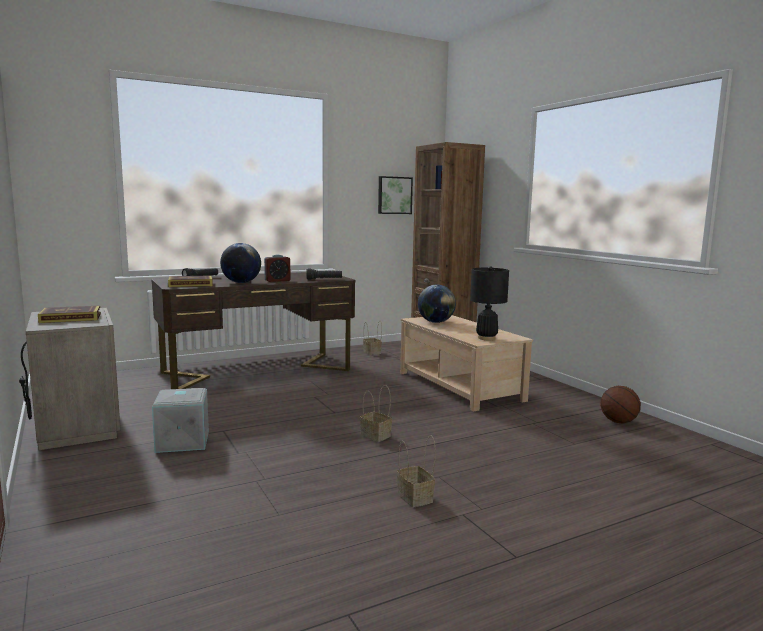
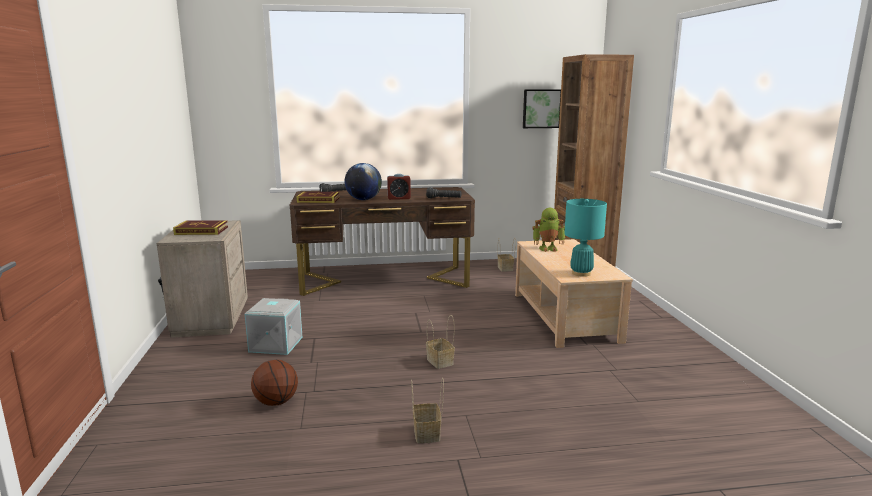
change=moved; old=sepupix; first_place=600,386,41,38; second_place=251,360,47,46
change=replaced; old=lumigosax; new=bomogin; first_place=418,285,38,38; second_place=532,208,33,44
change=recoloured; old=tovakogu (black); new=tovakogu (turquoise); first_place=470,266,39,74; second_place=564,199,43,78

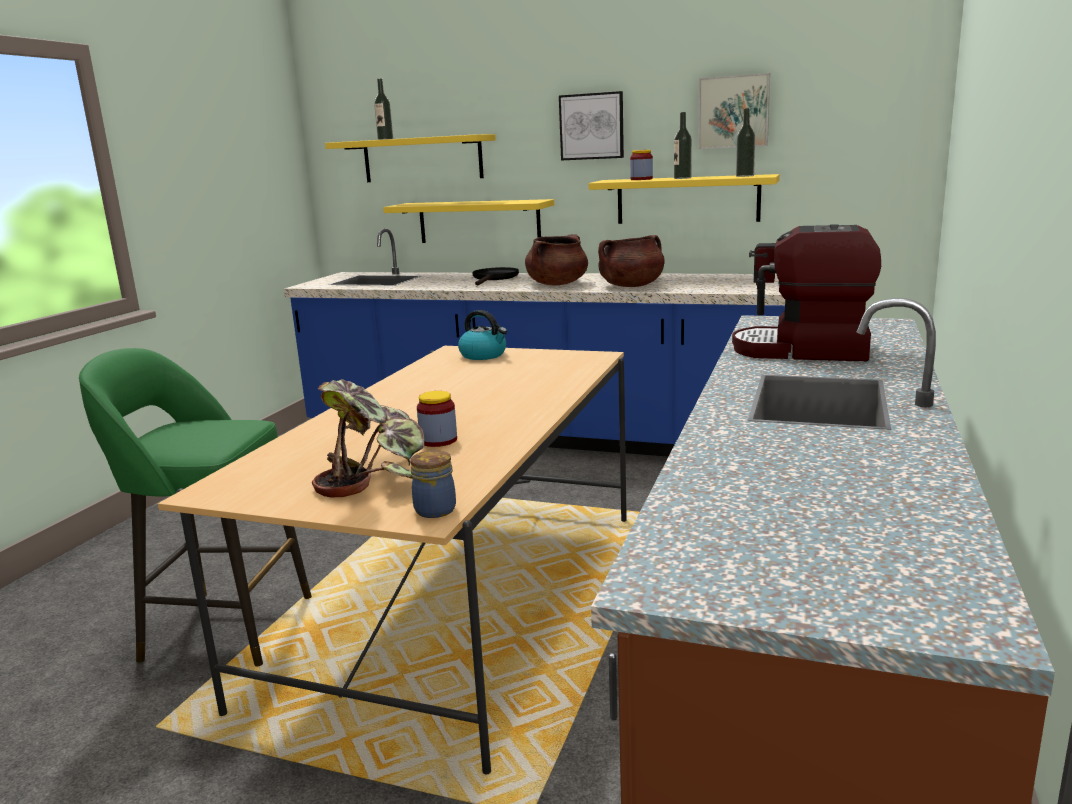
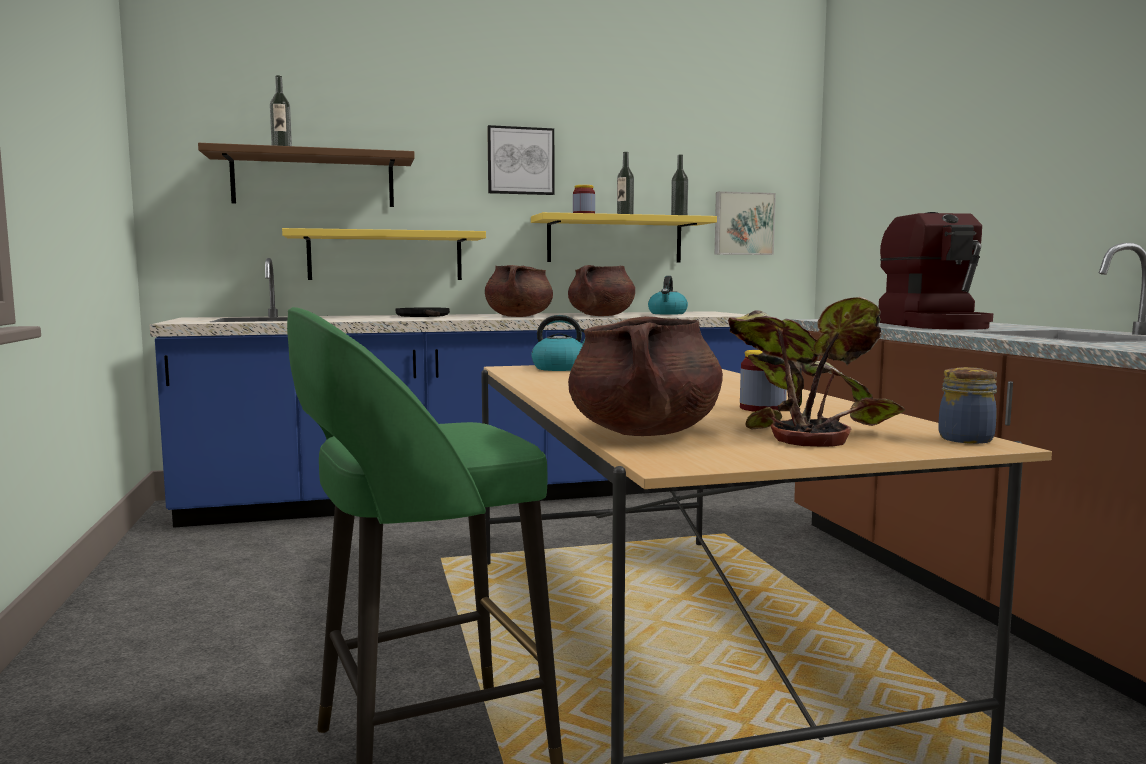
change=recoloured; old=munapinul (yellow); new=munapinul (brown); first_place=325,134,171,48; second_place=198,143,217,64
change=added; new=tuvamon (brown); second_place=568,316,155,120
change=added; new=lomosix; second_place=648,276,40,39
change=moved; old=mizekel; first_place=698,73,72,76; second_place=715,191,61,64
change=turned; old=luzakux; first_place=732,224,149,137; second_place=879,212,114,118; degrees=-75

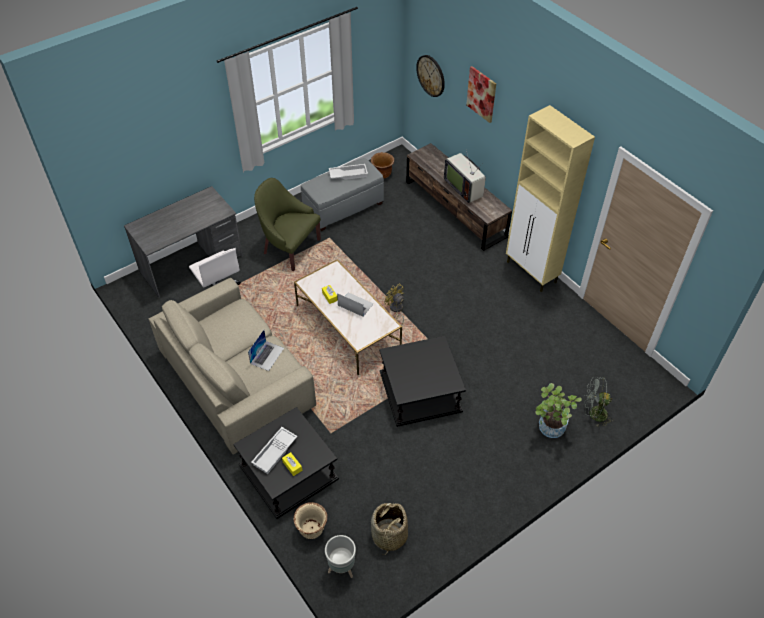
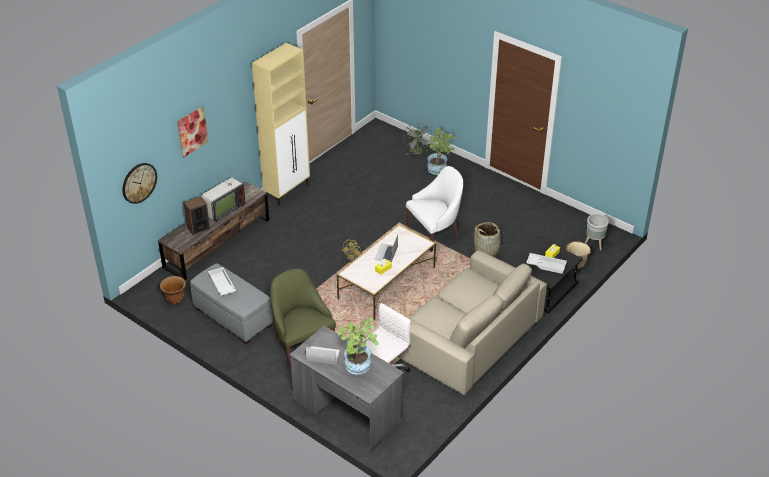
change=added; new=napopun; second_place=184,196,26,39
change=turned; old=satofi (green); first_place=254,178,67,93; second_place=271,268,65,98; degrees=135
change=moved; old=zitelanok; first_place=248,330,36,41; second_place=305,346,35,18
change=added; new=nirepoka; second_place=338,318,41,57
change=replaced; old=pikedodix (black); new=satofi (white); first_place=380,336,86,91; second_place=406,166,57,86
change=moved; old=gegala; first_place=371,503,37,49; second_place=473,222,31,34

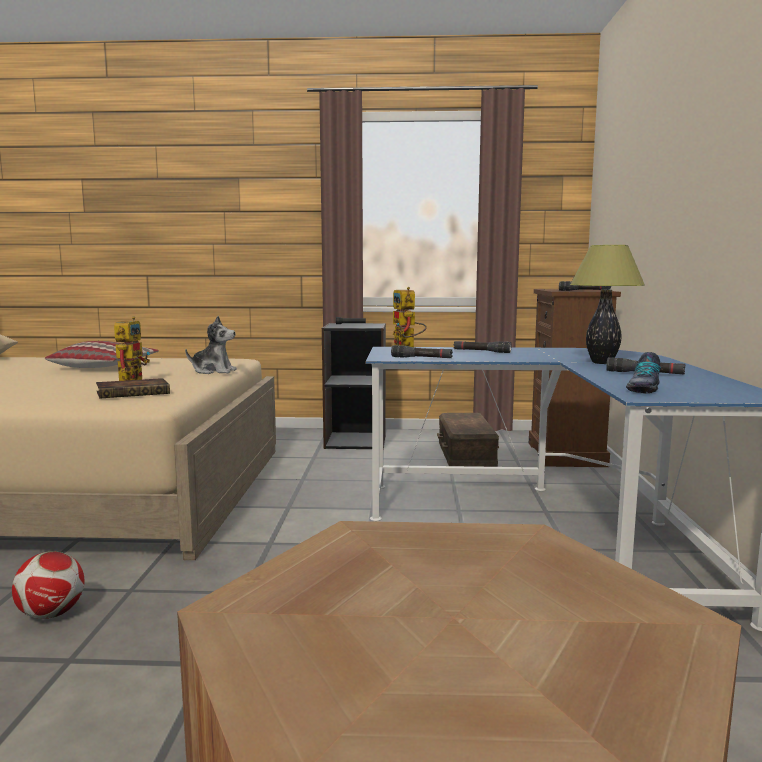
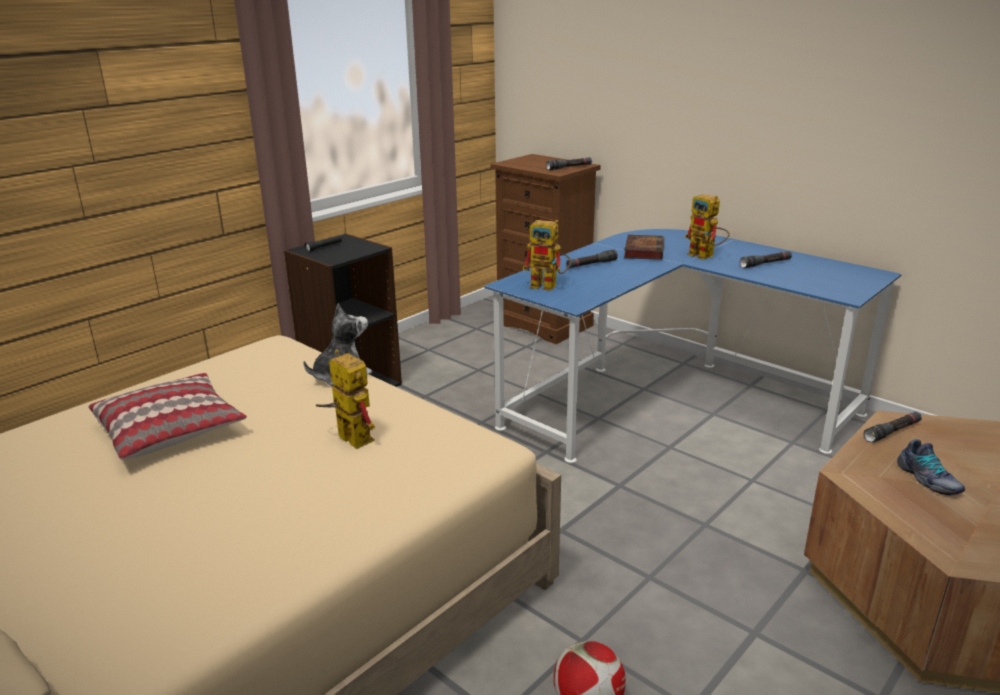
change=moved; old=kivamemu; first_place=96,378,74,21; second_place=624,235,40,25
change=replaced; old=tovakogu; new=bomogin; first_place=570,245,75,119; second_place=685,194,45,66
change=moved; old=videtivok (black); first_place=391,345,62,13; second_place=864,412,58,31
change=moved; old=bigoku; first_place=626,352,35,42; second_place=897,439,68,57
change=removed; old=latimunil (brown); first_place=437,413,62,54

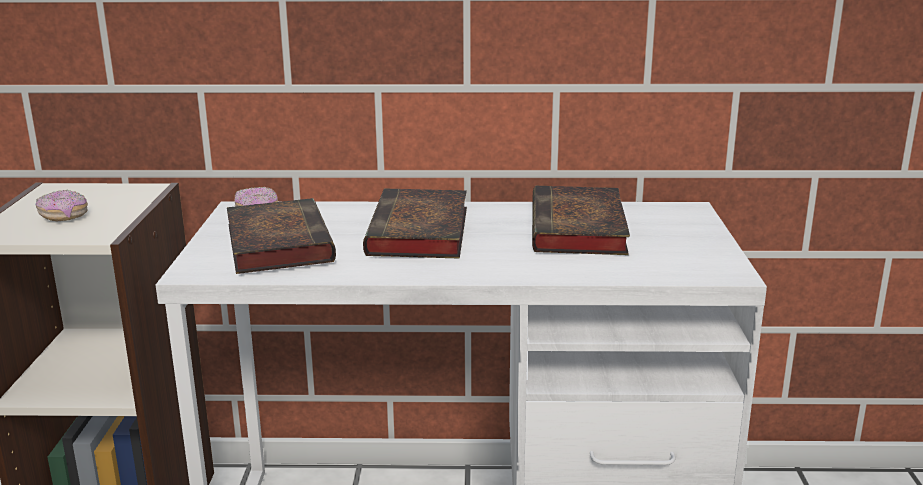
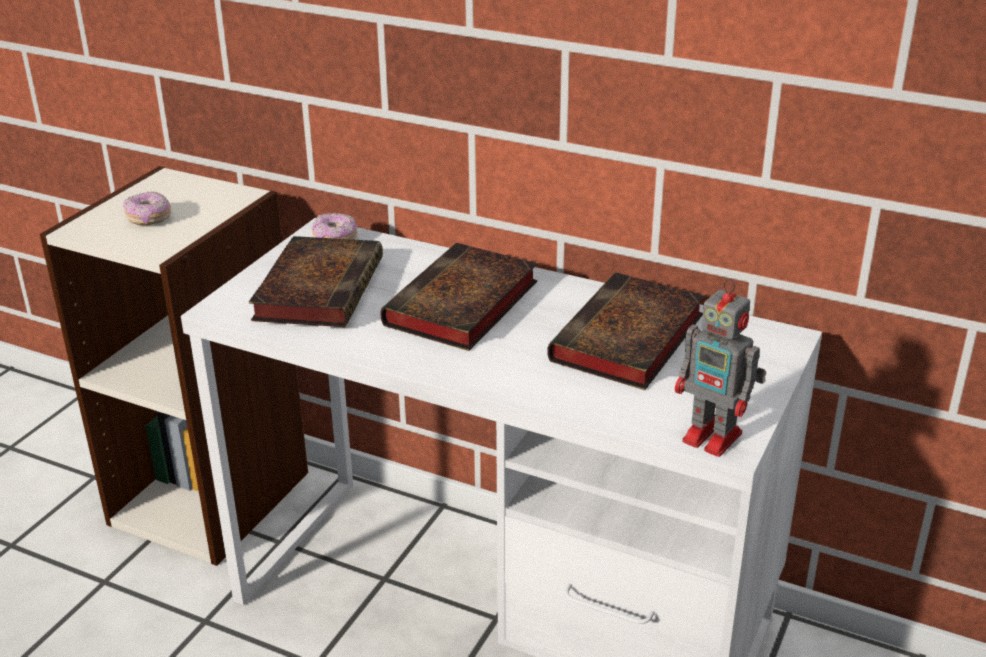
change=added; new=bomogin; second_place=675,278,91,179

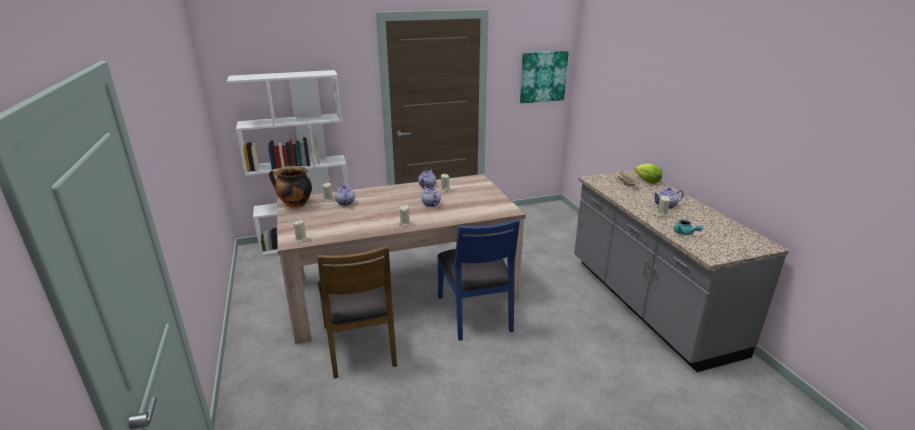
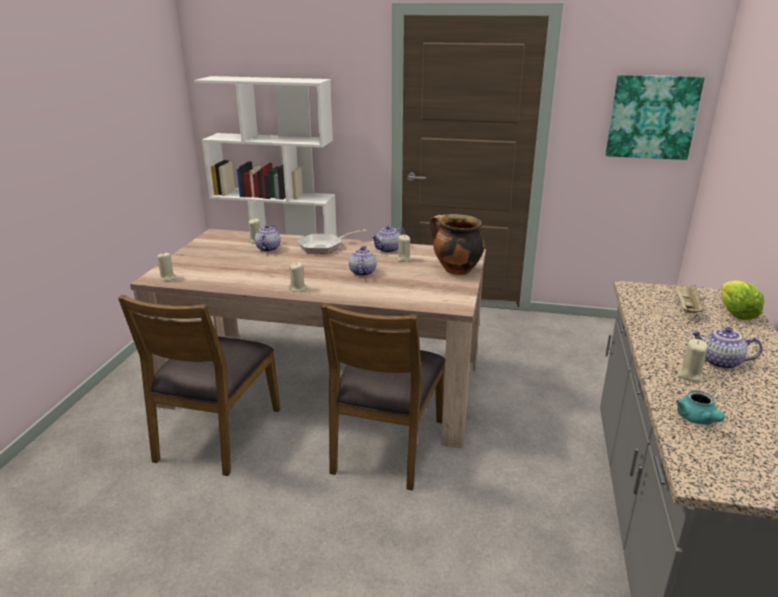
change=added; new=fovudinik; second_place=297,229,70,25
change=recoloured; old=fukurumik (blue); new=fukurumik (brown); first_place=437,219,83,122; second_place=321,303,124,187
change=moved; old=tuvamon; first_place=269,166,43,42; second_place=430,214,55,61

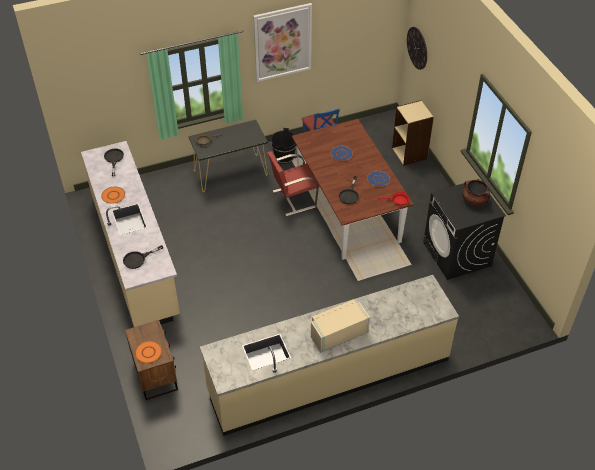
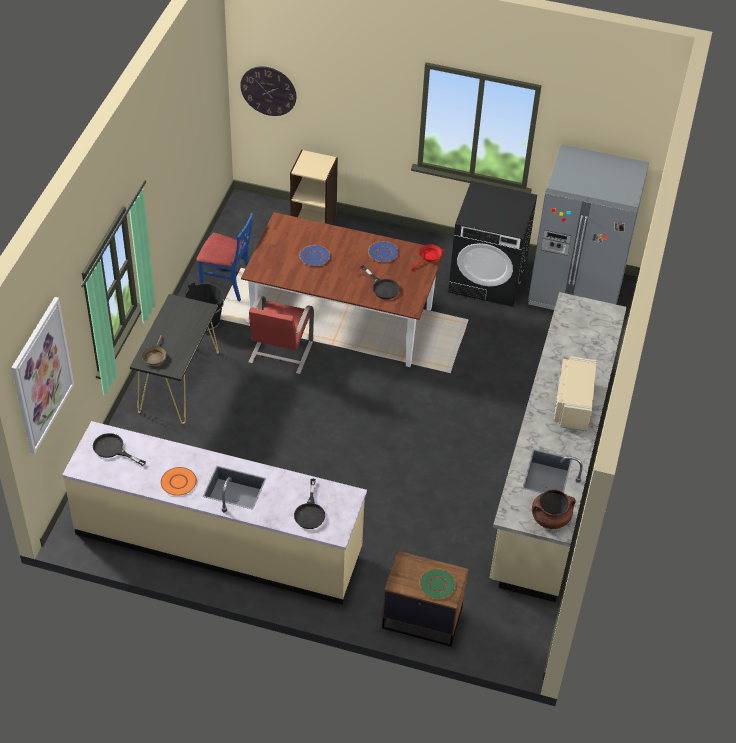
change=moved; old=mizekel; first_place=253,3,59,79; second_place=11,297,63,158
change=recoloured; old=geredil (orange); new=geredil (green); first_place=135,341,27,22; second_place=419,568,37,31
change=added; new=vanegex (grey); second_place=528,144,121,166
change=moved; old=tuvamon (brown); first_place=462,180,28,26; second_place=532,489,44,40

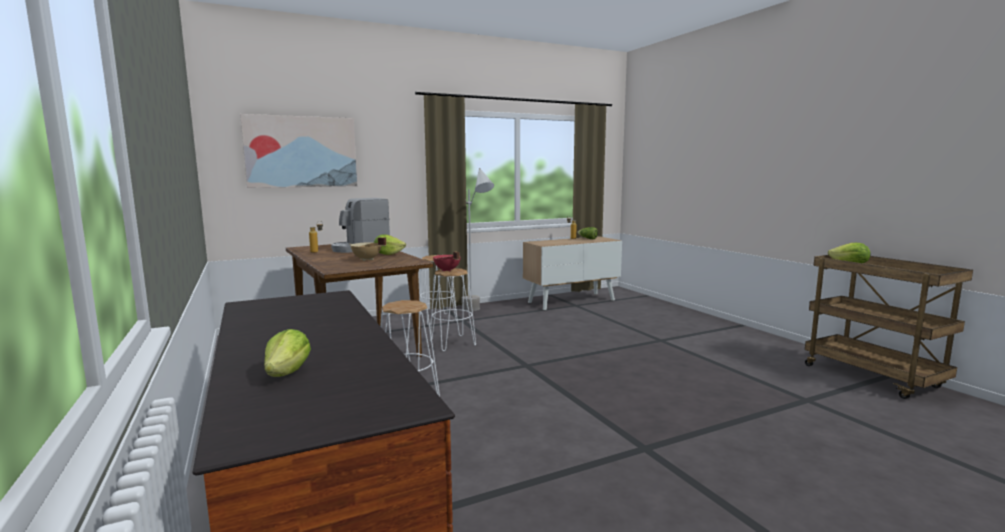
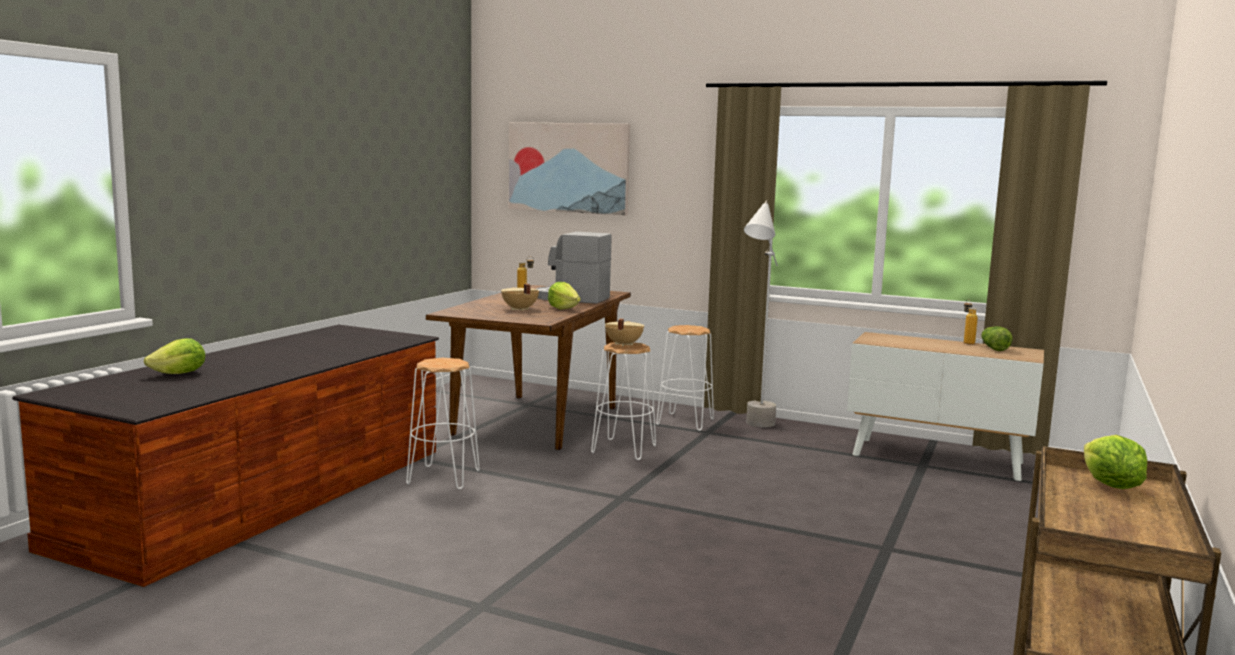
change=recoloured; old=tuvamon (red); new=tuvamon (beige); first_place=433,251,28,21; second_place=605,319,39,27

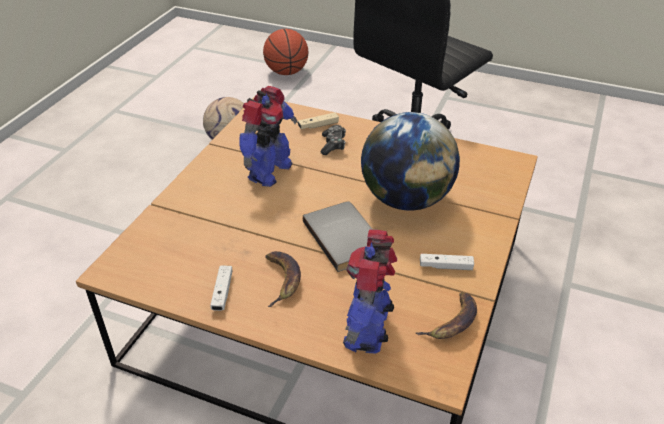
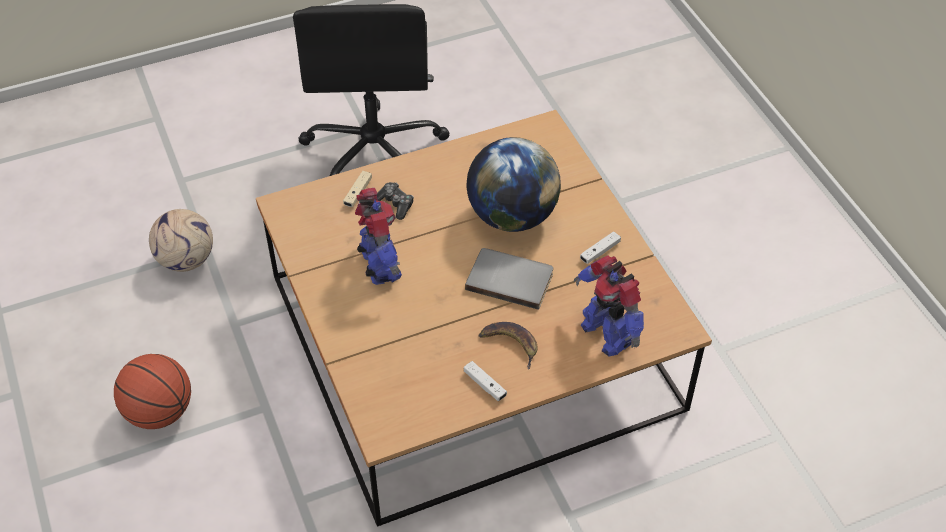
change=moved; old=sepupix; first_place=263,29,46,46; second_place=114,354,77,75
change=removed; old=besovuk; first_place=416,292,61,47

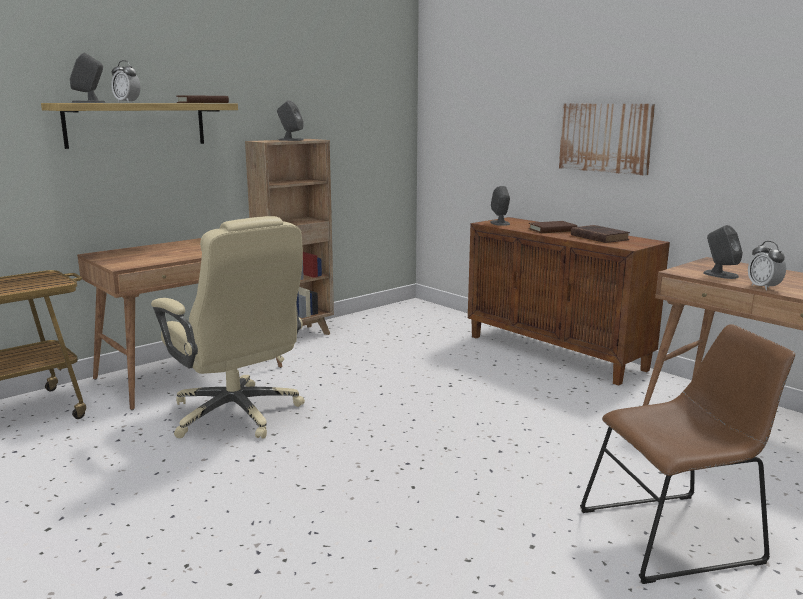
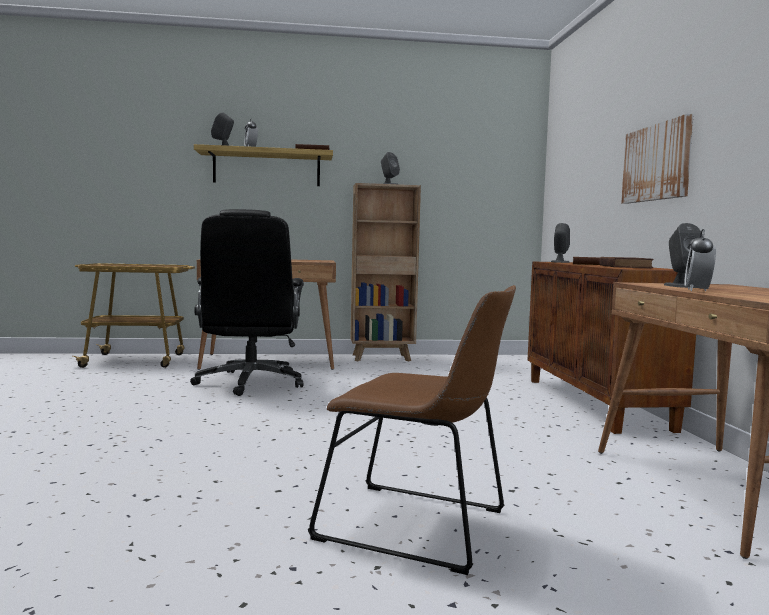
change=recoloured; old=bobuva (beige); new=bobuva (black); first_place=151,216,154,223; second_place=190,209,114,187

